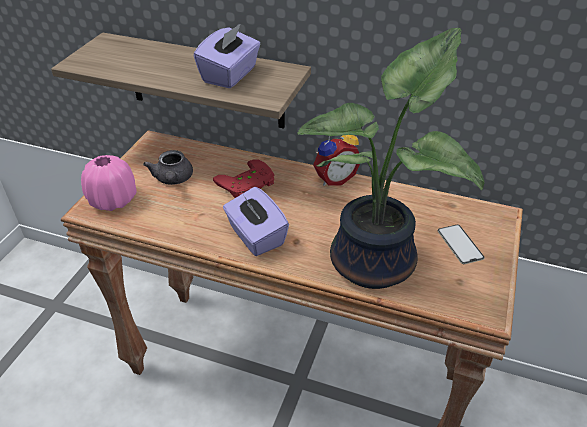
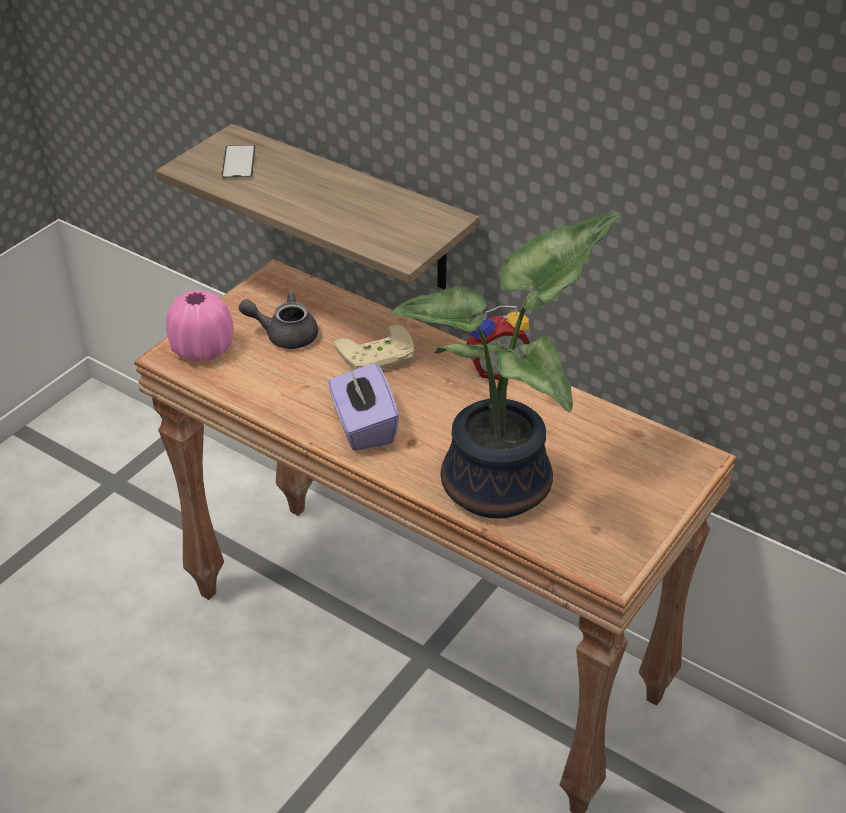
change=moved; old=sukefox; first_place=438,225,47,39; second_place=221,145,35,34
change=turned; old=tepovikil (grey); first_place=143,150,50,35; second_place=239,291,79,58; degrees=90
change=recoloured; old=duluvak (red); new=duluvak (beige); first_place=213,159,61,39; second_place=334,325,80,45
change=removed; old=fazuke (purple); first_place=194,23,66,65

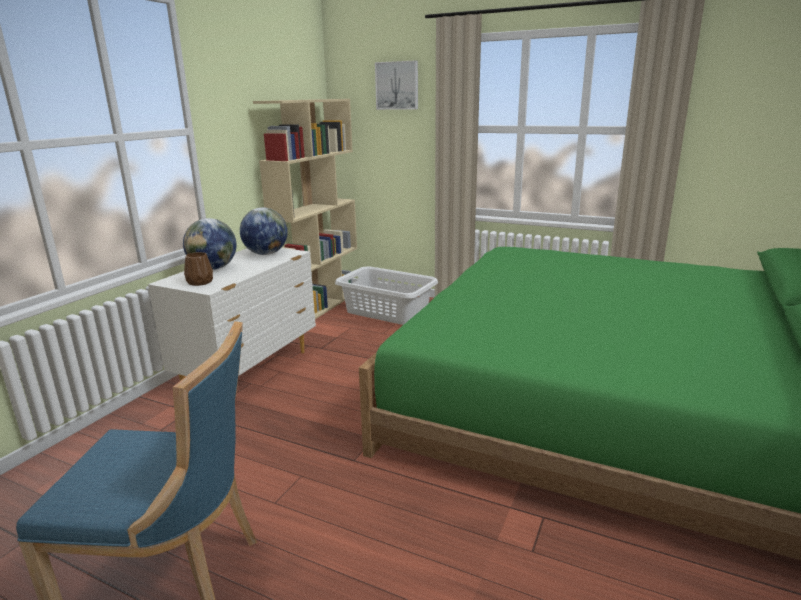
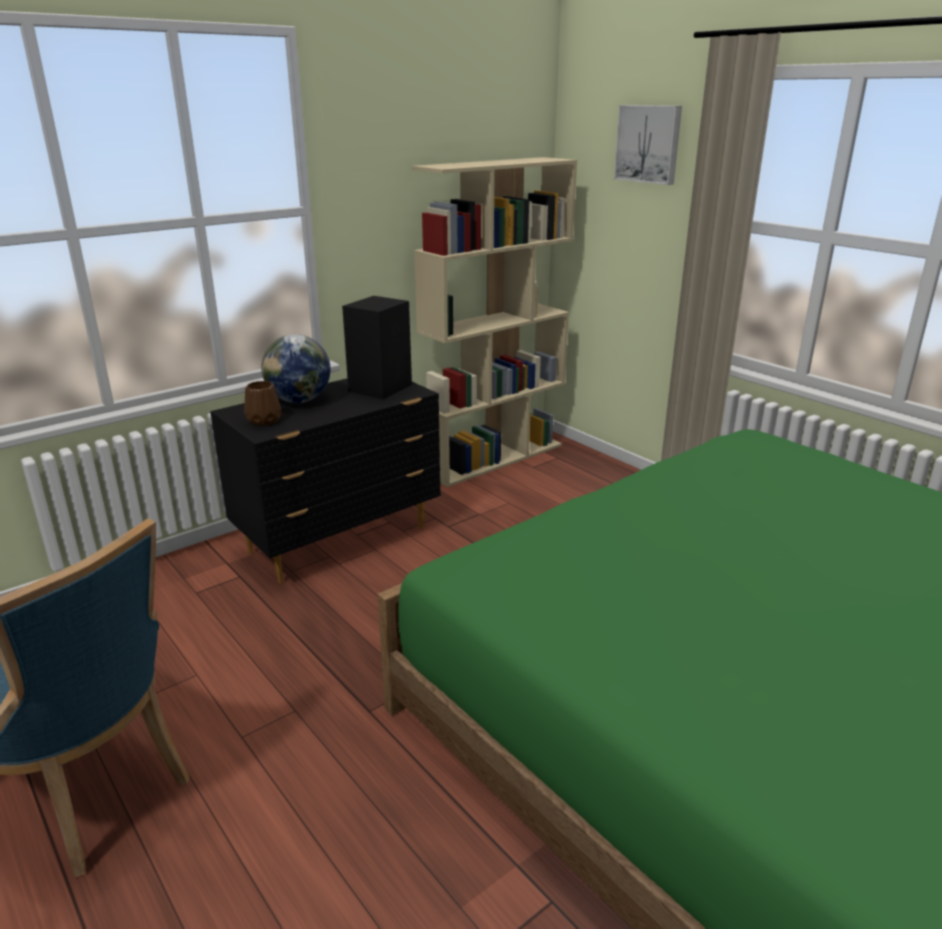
change=recoloured; old=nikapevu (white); new=nikapevu (black); first_place=148,248,168,133; second_place=210,378,231,205
change=replaced; old=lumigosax; new=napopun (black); first_place=240,207,48,48; second_place=342,296,70,103
change=removed; old=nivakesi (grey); first_place=335,267,103,58

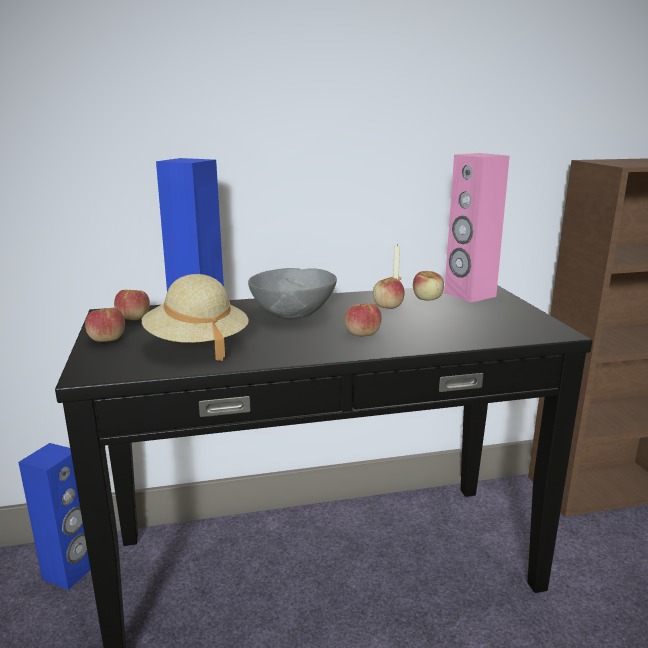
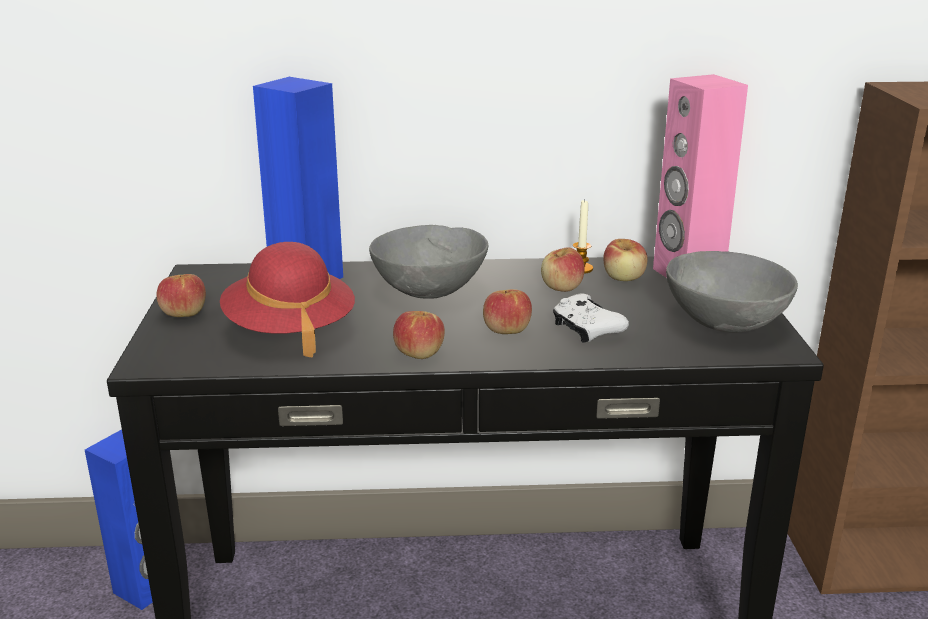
change=recoloured; old=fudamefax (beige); new=fudamefax (red); first_place=142,274,107,87; second_place=220,242,135,115
change=moved; old=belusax; first_place=114,290,36,30; second_place=393,311,52,48
change=added; new=duluvak (white); second_place=553,294,76,49
change=added; new=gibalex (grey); second_place=666,251,132,82

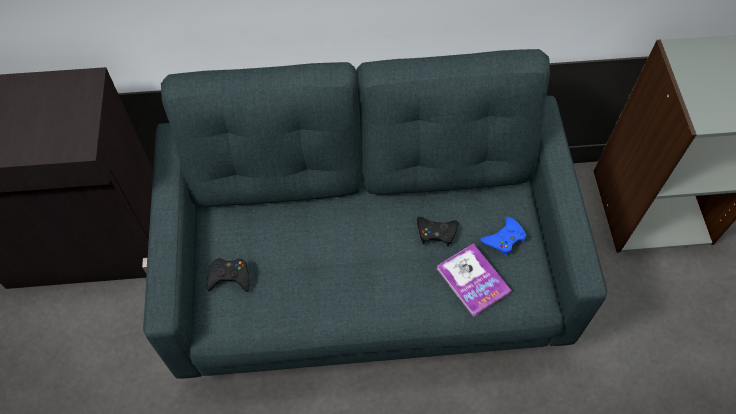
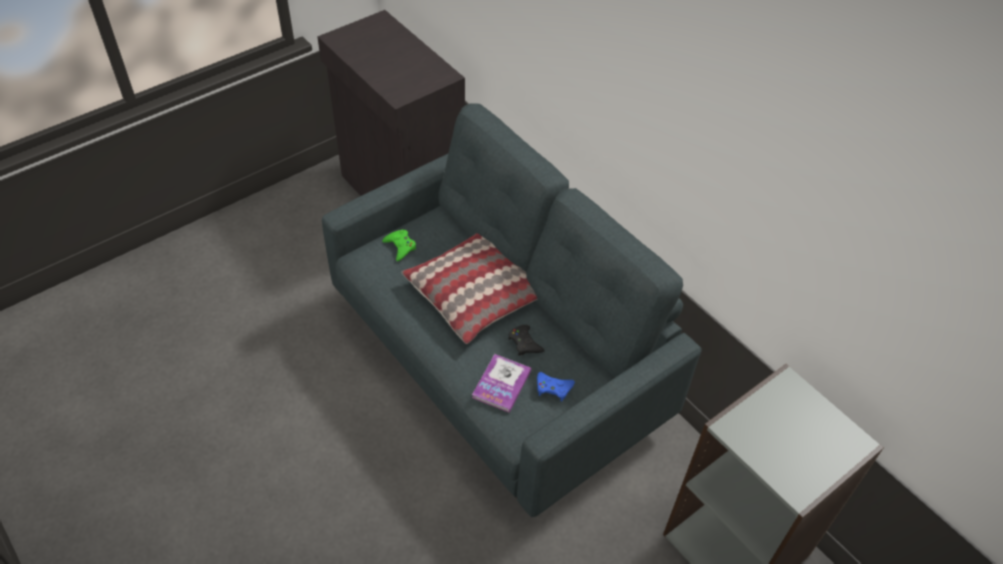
change=recoloured; old=duluvak (black); new=duluvak (green); first_place=206,258,44,34; second_place=382,230,34,31
change=added; new=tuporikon; second_place=401,234,136,110

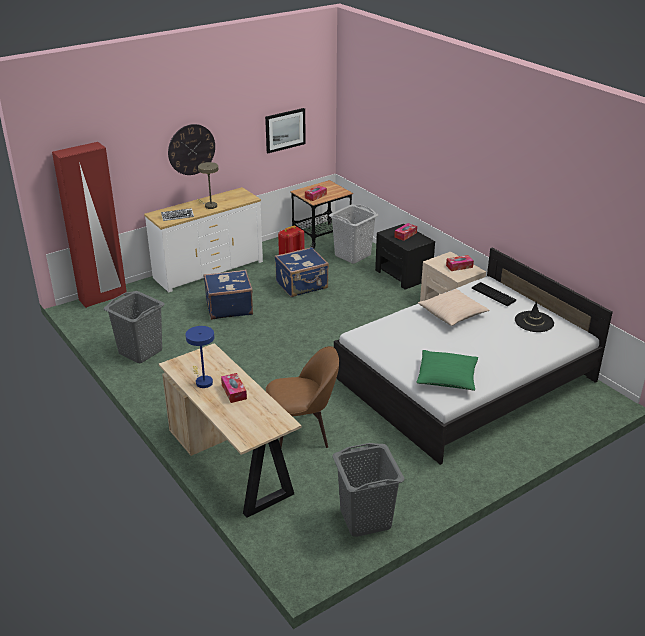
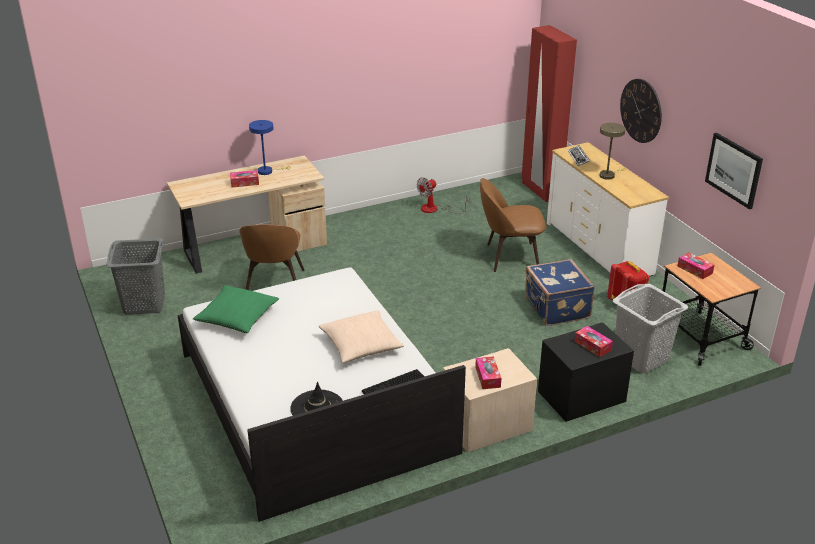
change=replaced; old=nivakesi (grey); new=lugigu; first_place=103,291,62,72; second_place=417,177,53,37
change=replaced; old=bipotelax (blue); new=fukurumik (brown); first_place=204,270,49,50; second_place=480,178,66,94

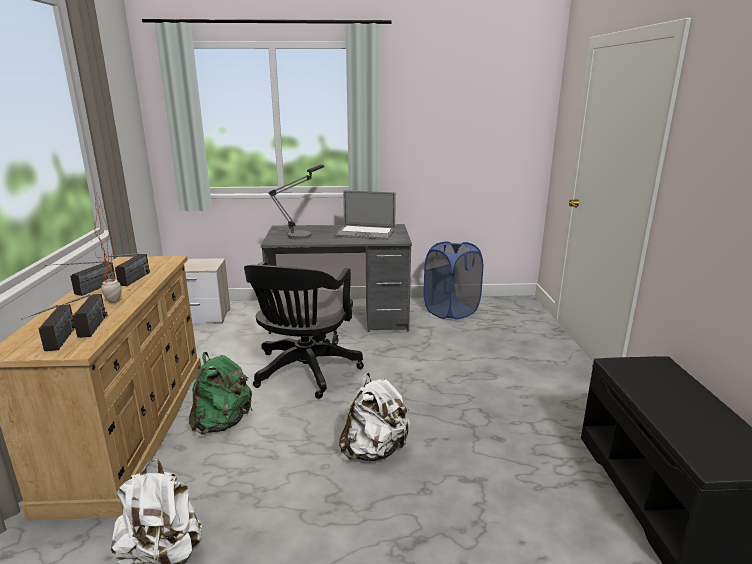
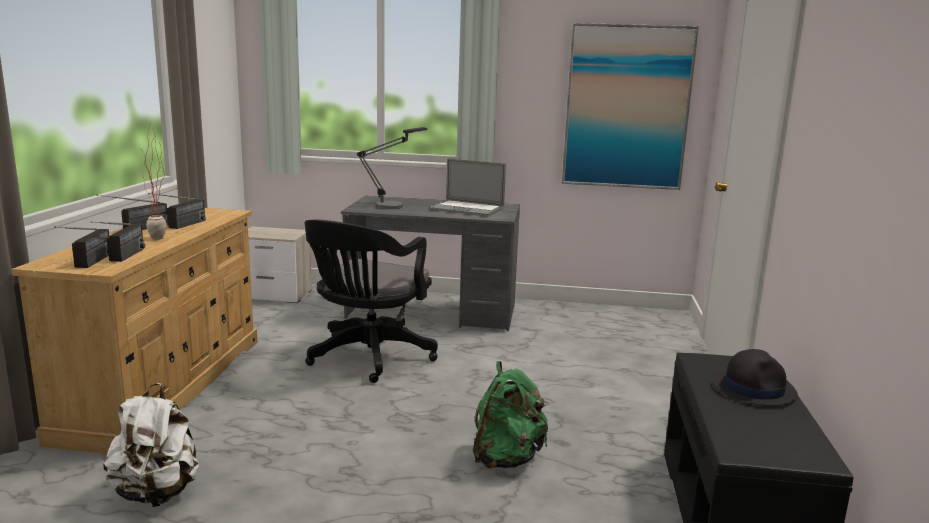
change=moved; old=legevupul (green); first_place=189,352,63,83; second_place=473,361,75,108
change=added; new=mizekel; second_place=562,23,137,167
change=added; new=fudamefax (black); second_place=713,349,85,57
change=removed; old=legevupul (white); first_place=339,373,72,88
change=removed; old=nivakesi (blue); first_place=424,241,59,79

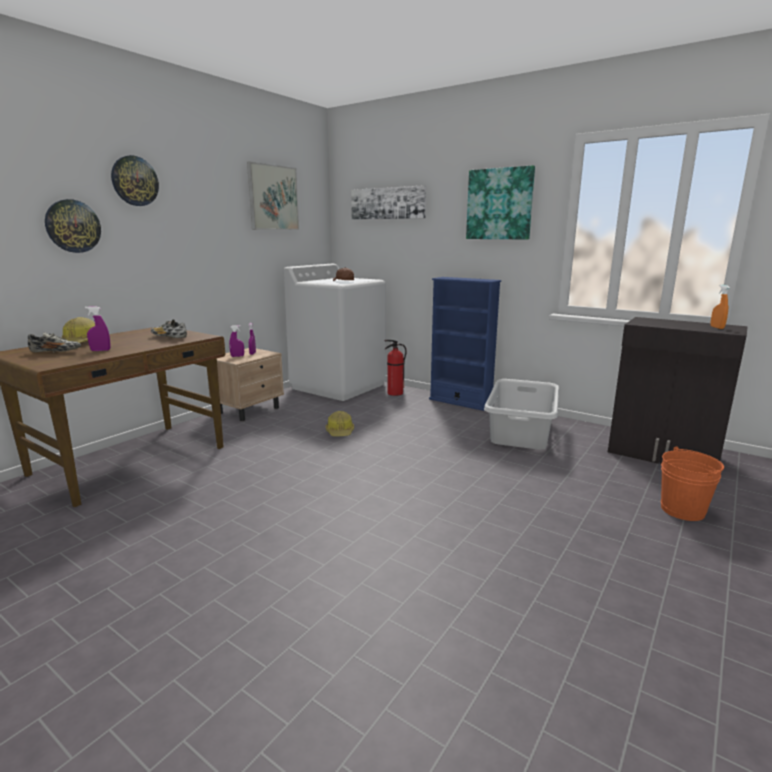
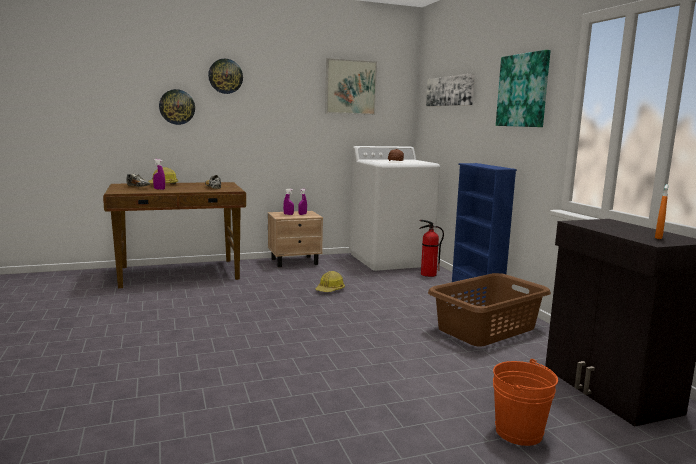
change=recoloured; old=nivakesi (grey); new=nivakesi (brown); first_place=484,379,75,71; second_place=428,273,123,74

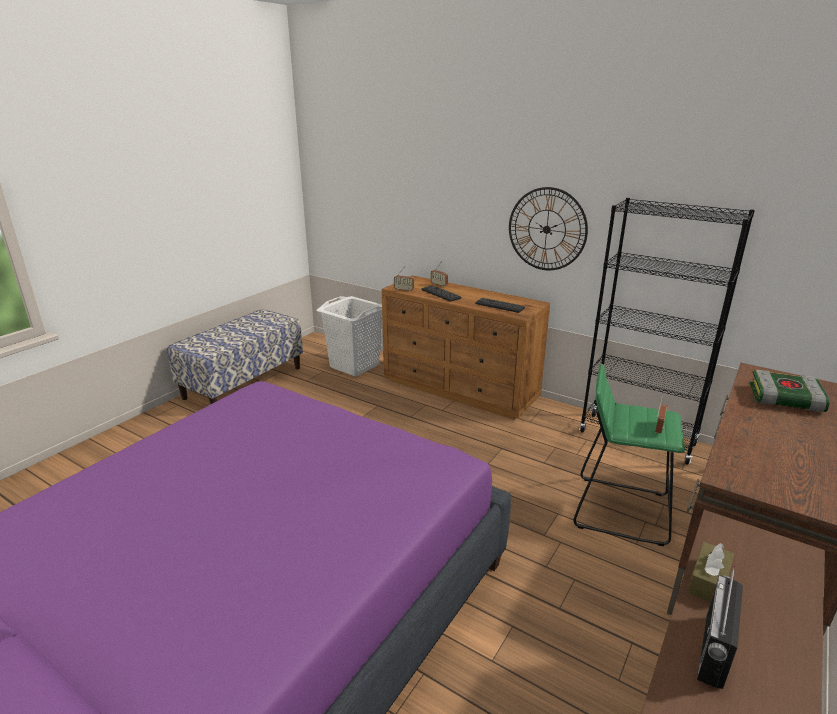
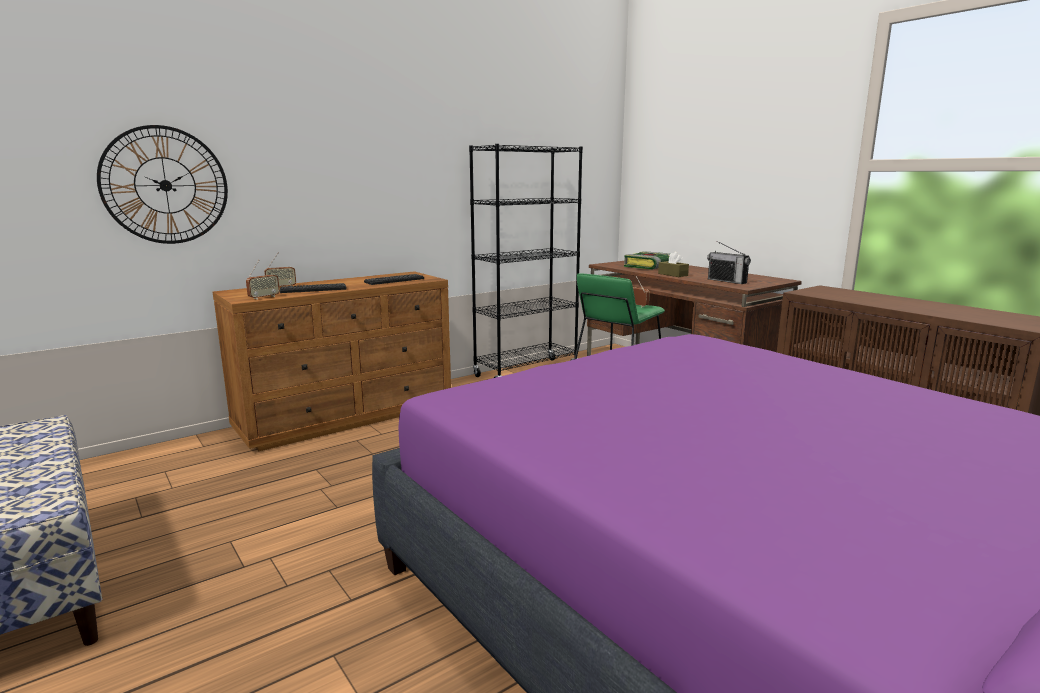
change=moved; old=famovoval; first_place=509,187,79,83; second_place=97,125,131,119
change=moved; old=fazuke (brown); first_place=687,542,47,61; second_place=658,252,31,25
change=moved; old=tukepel; first_place=697,565,46,124; second_place=707,241,44,43
change=removed; old=nivakesi (white); first_place=317,296,65,80

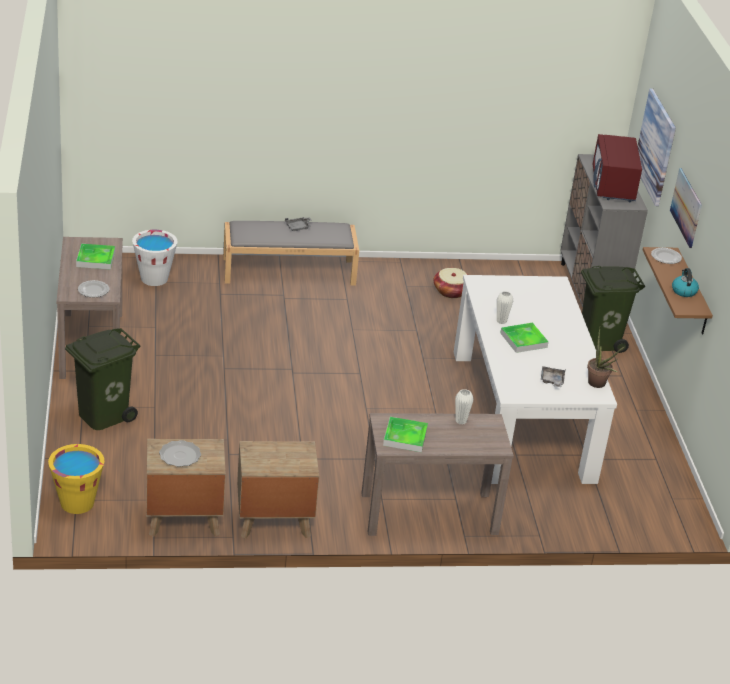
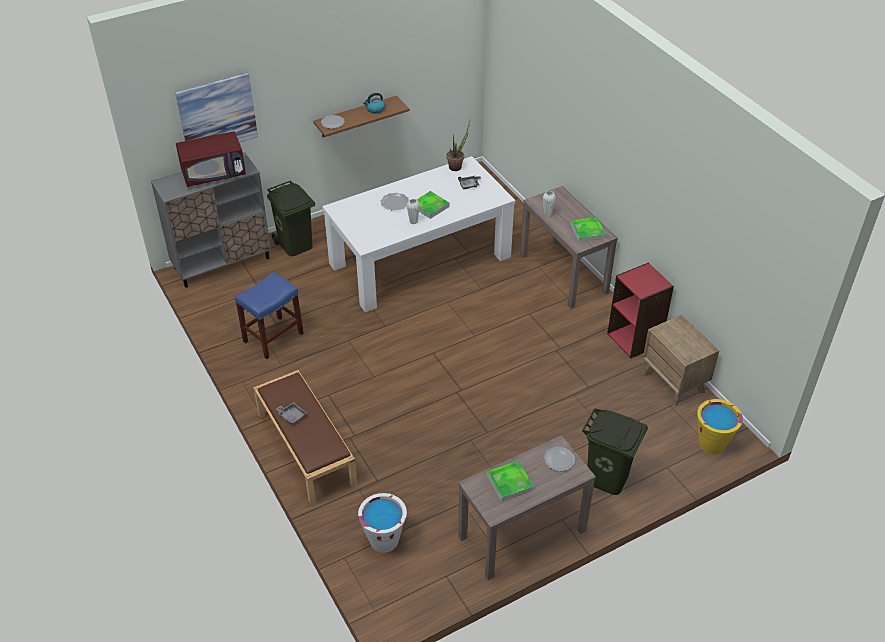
change=replaced; old=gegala; new=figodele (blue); first_place=434,268,34,30; second_place=235,272,69,87
change=recoloured; old=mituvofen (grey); new=mituvofen (brown); first_place=223,221,136,65; second_place=253,370,104,136
change=moved; old=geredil; first_place=159,440,42,27; second_place=381,193,28,18
change=replaced; old=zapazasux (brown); new=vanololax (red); first_place=237,441,82,97; second_place=607,262,67,96
change=removed; old=mizekel; first_place=670,168,32,80

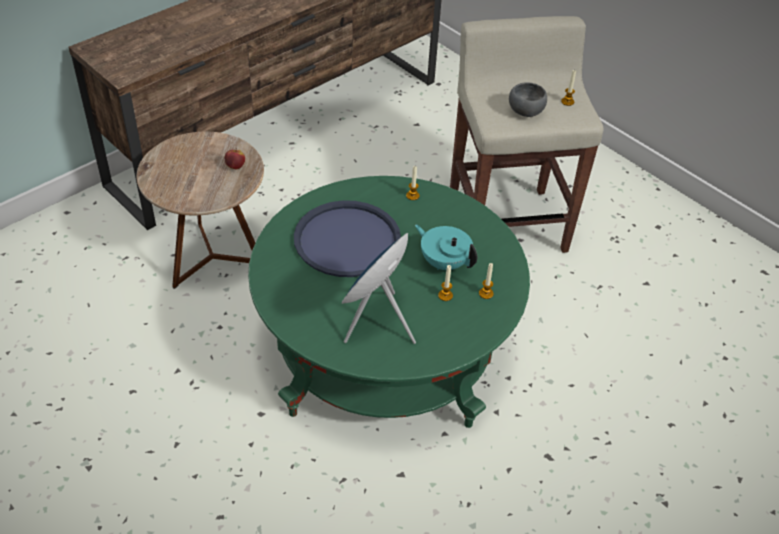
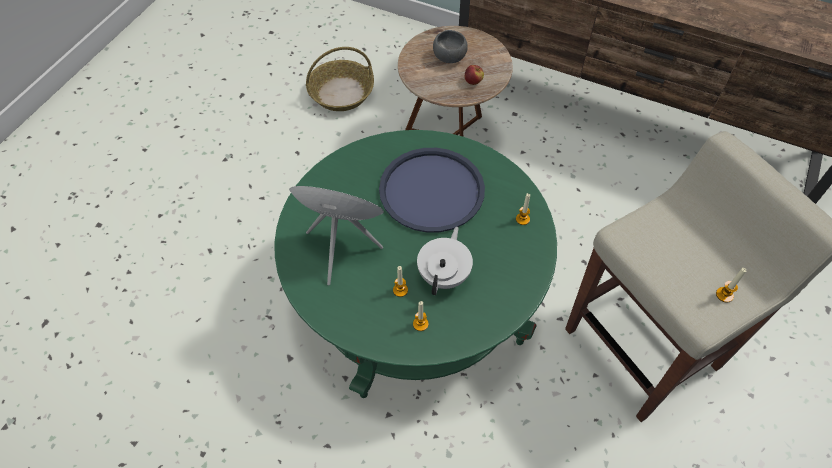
change=added; new=gegala; second_place=306,47,68,64
change=recoloured; old=tepovikil (turquoise); new=tepovikil (white); first_place=415,225,62,45; second_place=417,227,56,68
change=moved; old=gibalex (grey); first_place=509,82,38,35; second_place=433,30,35,33

